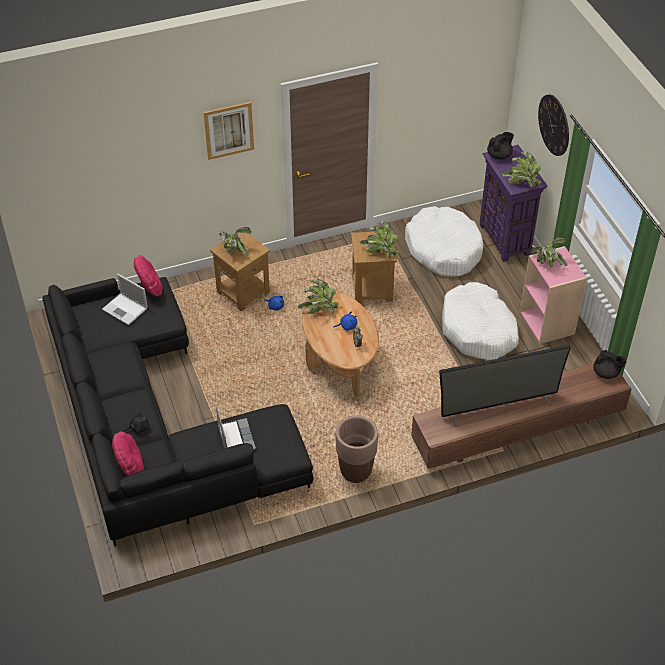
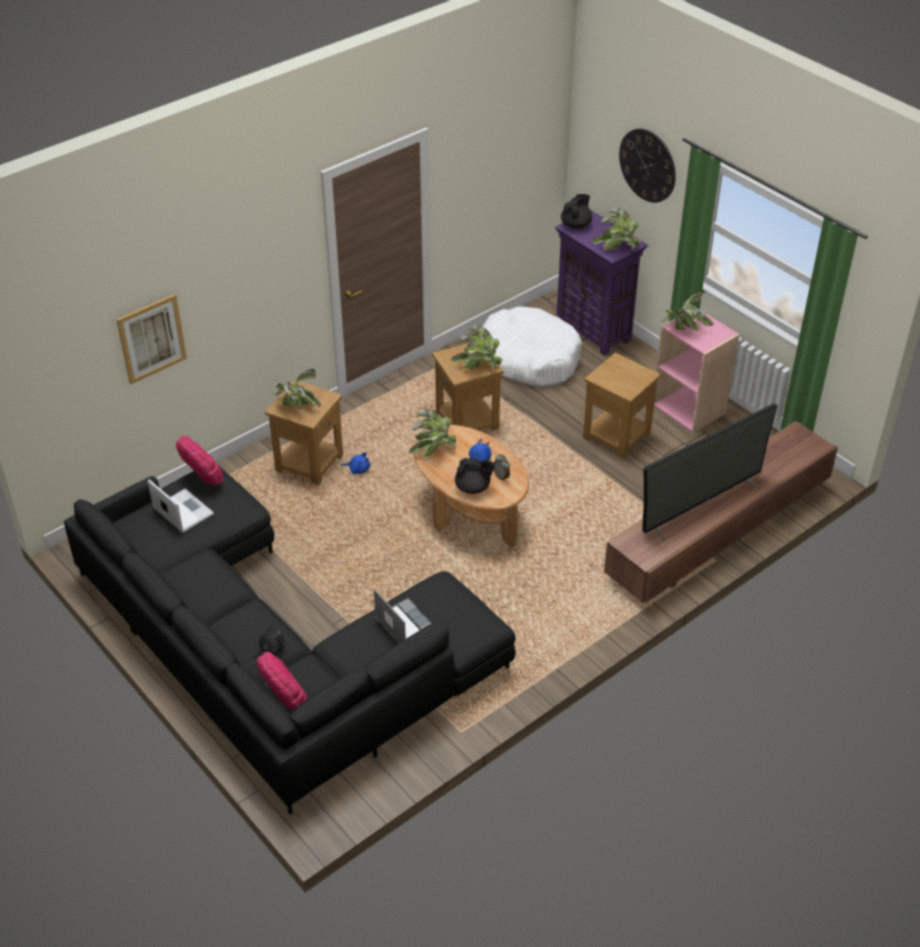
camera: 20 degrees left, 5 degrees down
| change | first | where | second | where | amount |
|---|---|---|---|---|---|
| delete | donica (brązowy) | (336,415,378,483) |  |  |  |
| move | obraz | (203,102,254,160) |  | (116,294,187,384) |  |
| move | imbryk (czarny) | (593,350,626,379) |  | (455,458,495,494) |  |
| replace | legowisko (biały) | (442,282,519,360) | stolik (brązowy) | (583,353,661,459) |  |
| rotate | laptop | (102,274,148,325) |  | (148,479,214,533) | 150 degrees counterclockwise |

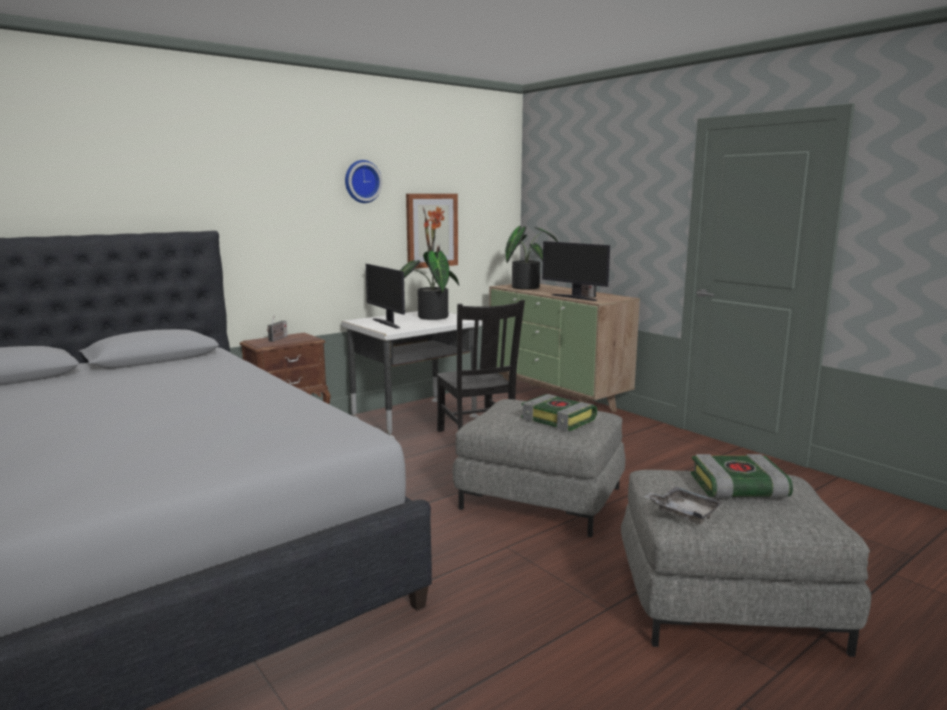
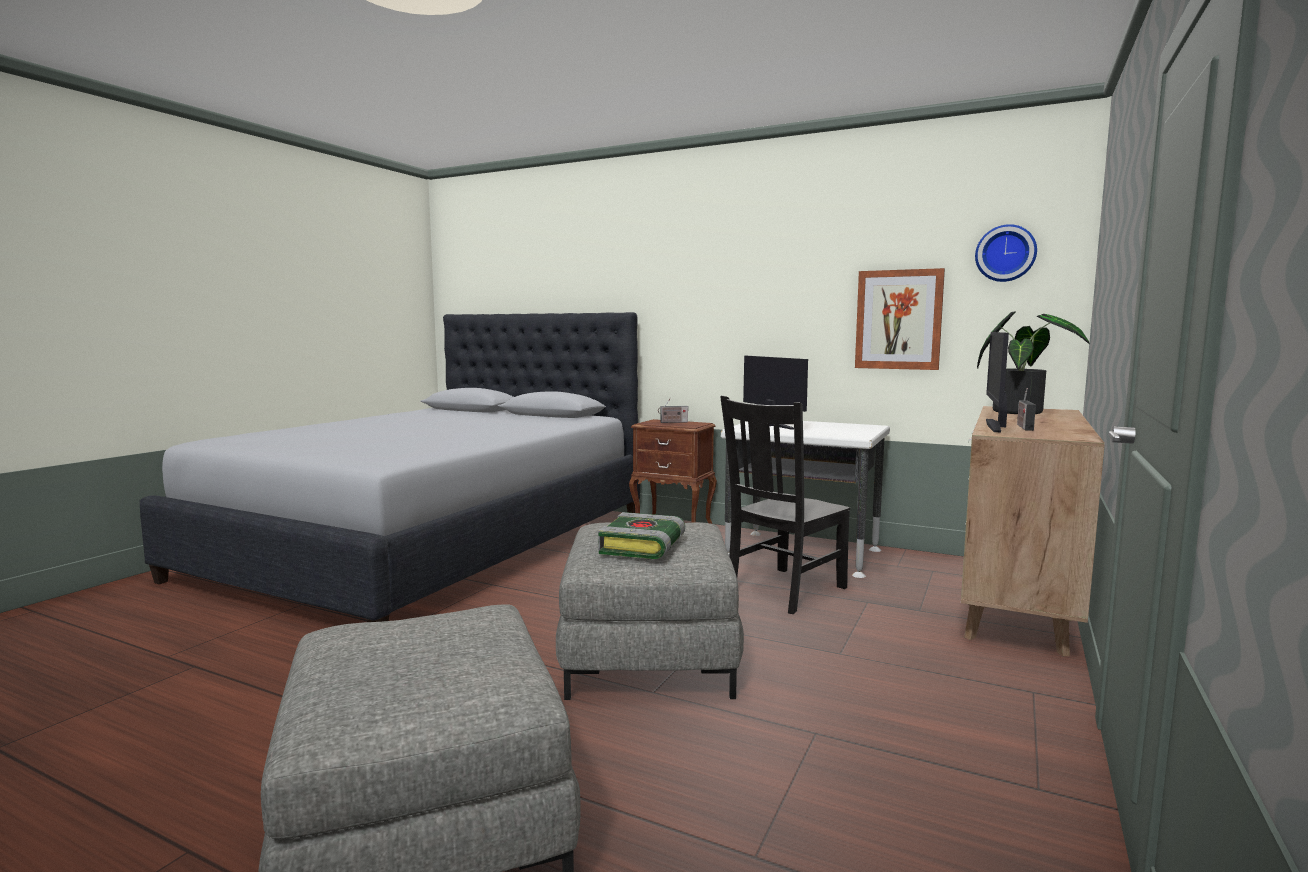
camera: 65 degrees right, 5 degrees down
| change | first | where | second | where | amount |
|---|---|---|---|---|---|
| delete | roślina doniczkowa | (400,251,459,320) |  |  |  |
| delete | taca (szary) | (644,487,723,524) |  |  |  |
| delete | książka | (691,454,793,498) |  |  |  |
| move | zegar ścienny | (345,160,382,203) |  | (975,224,1037,282) |  |
| rotate | monitor | (366,264,405,329) |  | (743,356,808,430) | 120 degrees clockwise |

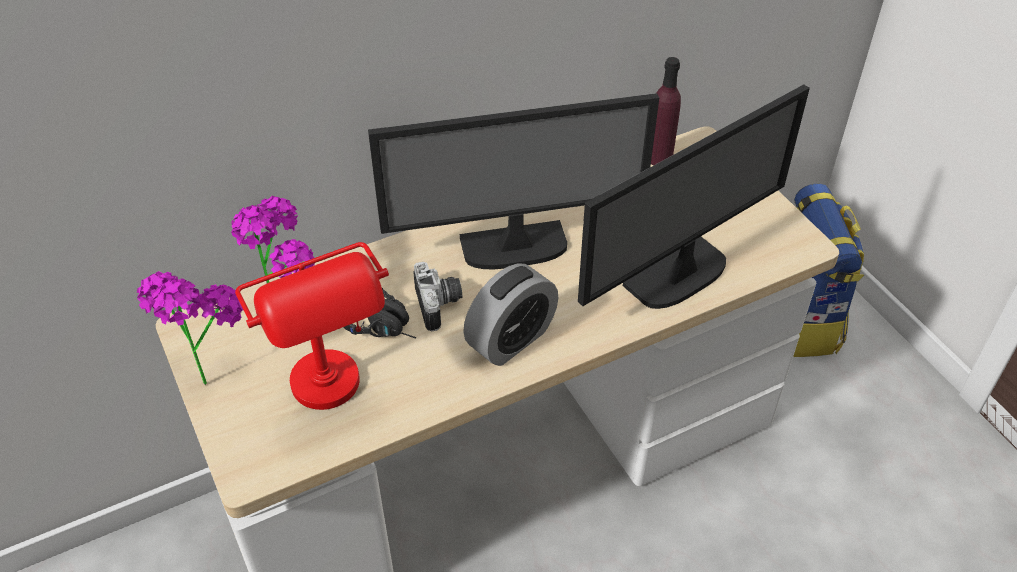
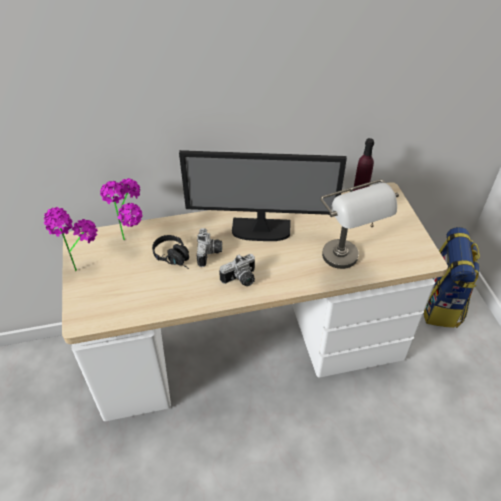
camera: 15 degrees right, 0 degrees up
| change | first | where | second | where | amount |
|---|---|---|---|---|---|
| delete | lampa stołowa (czerwony) | (235,242,389,410) |  |  |  |
| replace | budzik | (463,263,558,366) | aparat fotograficzny | (219,254,255,286) |  |
| replace | monitor | (578,84,810,309) | lampa stołowa (szary) | (320,180,399,269) |  |

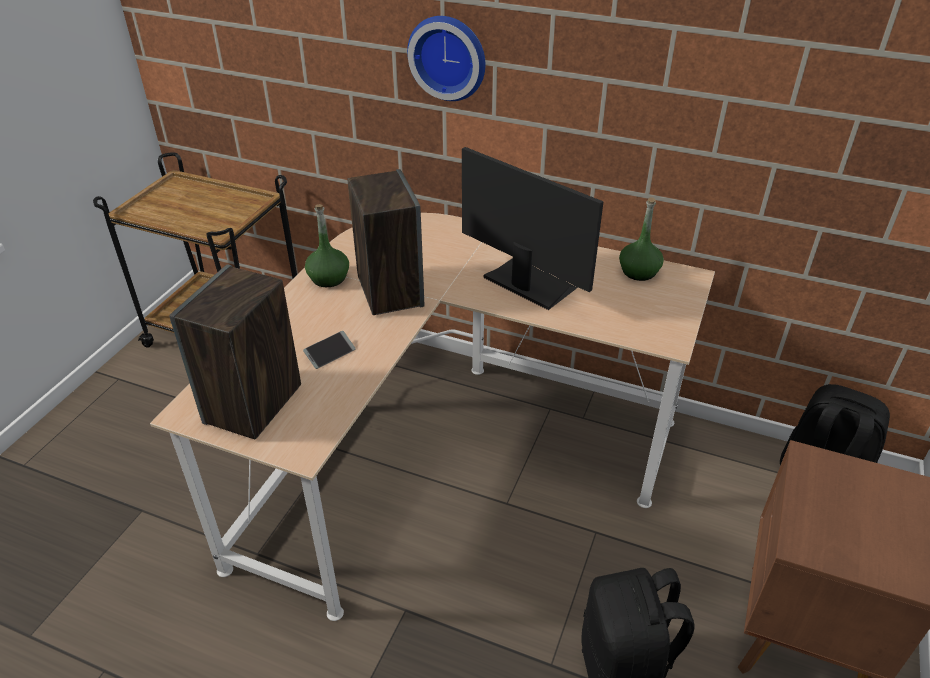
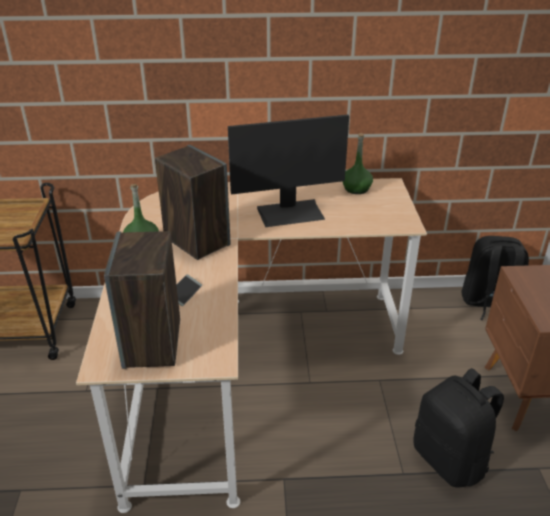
camera: 25 degrees left, 5 degrees down
| change | first | where | second | where | amount |
|---|---|---|---|---|---|
| delete | zegar ścienny | (407,16,485,101) |  |  |  |
| rotate | monitor | (462,147,604,310) |  | (228,115,349,227) | 150 degrees clockwise |

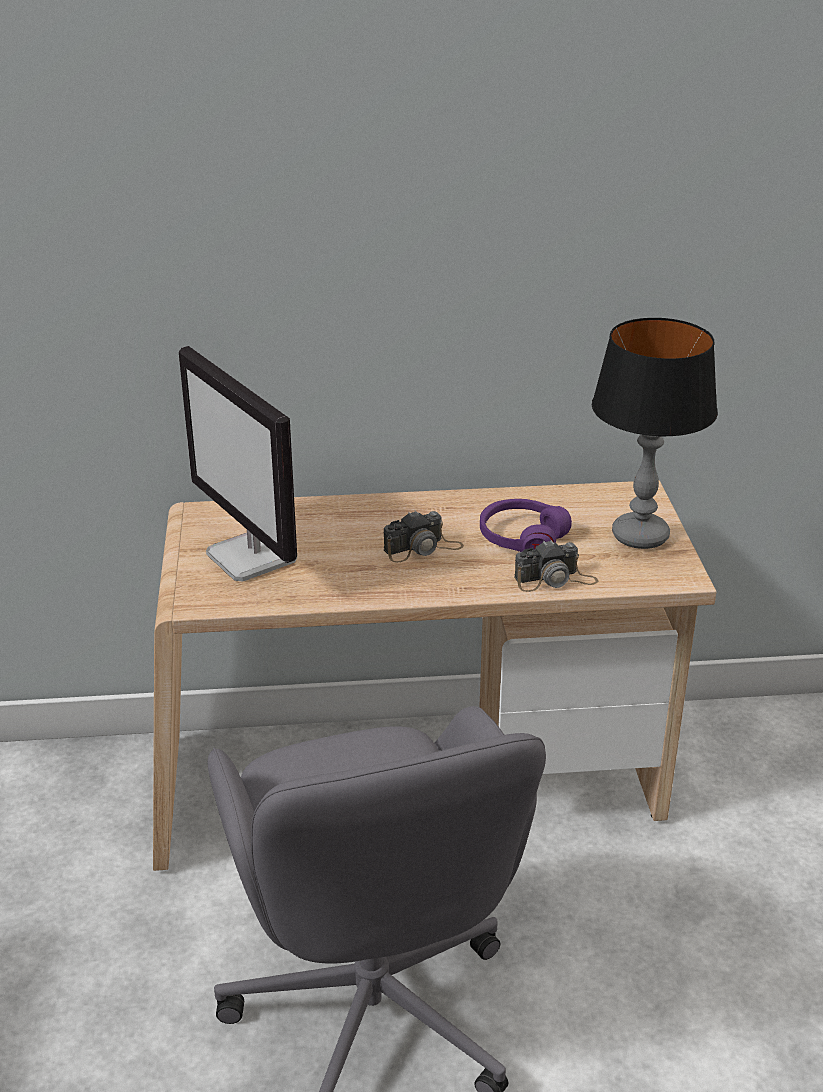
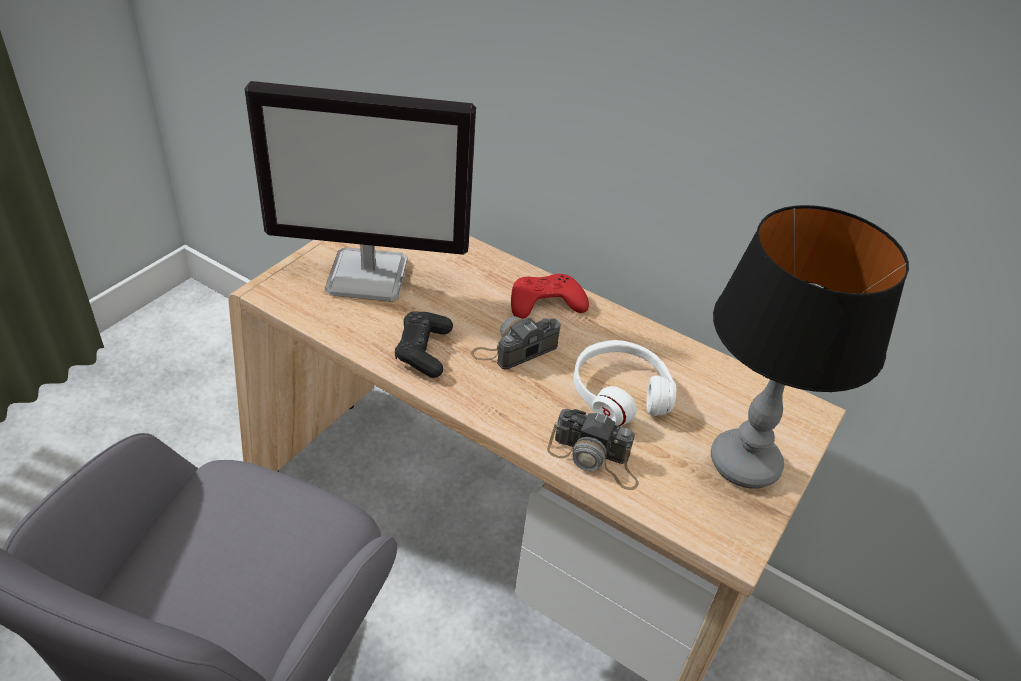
camera: 35 degrees right, 10 degrees up
| change | first | where | second | where | amount |
|---|---|---|---|---|---|
| insert |  |  | pad do gier (czarny) | (395,311,453,378) |  |
| insert |  |  | pad do gier (czerwony) | (511,274,589,319) |  |
| recolor | słuchawki (fioletowy) | (480,499,572,552) | słuchawki (biały) | (574,340,676,426) |  |
| rotate | monitor | (179,346,297,581) |  | (244,81,476,301) | 90 degrees counterclockwise |
| rotate | aparat fotograficzny | (384,510,464,562) |  | (471,316,561,369) | 135 degrees clockwise |

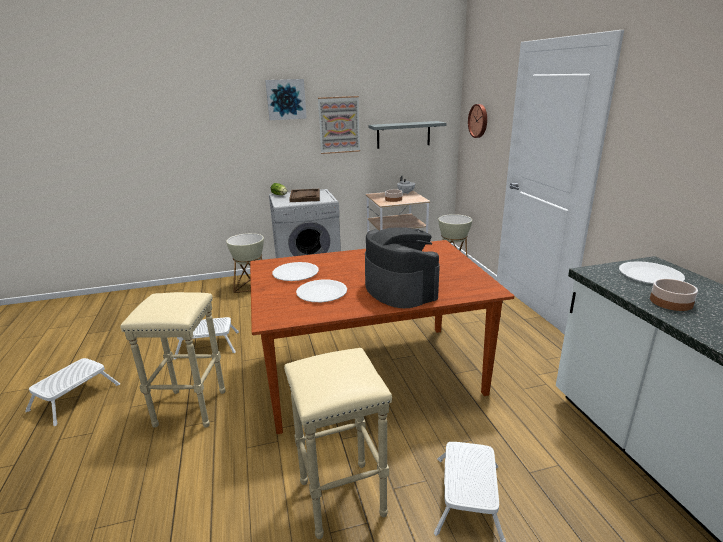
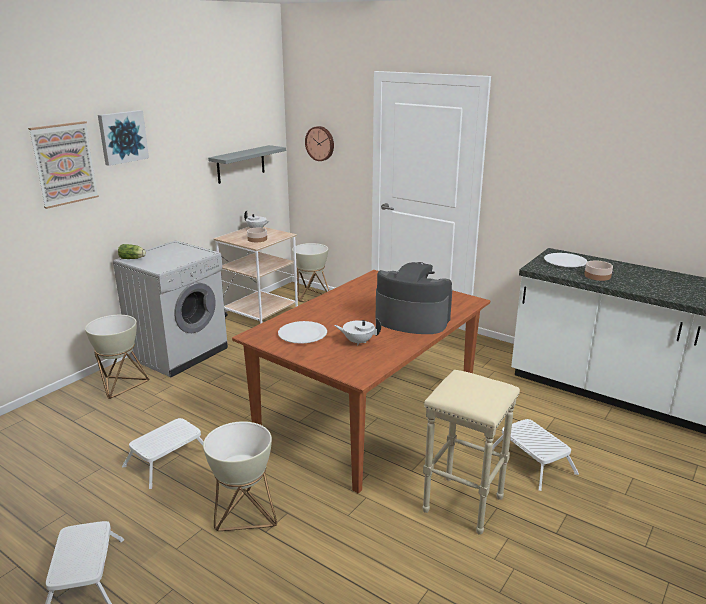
camera: 40 degrees left, 0 degrees up
| change | first | where | second | where | amount |
|---|---|---|---|---|---|
| delete | taca (brązowy) | (289,189,320,202) |  |  |  |
| move | obraz | (318,96,360,154) |  | (28,121,99,209) |  |
| replace | stołek (beżowy) | (120,292,226,428) | donica | (203,421,277,531) |  |
| replace | talerz (biały) | (296,280,347,302) | imbryk (biały) | (334,318,381,346) |  |

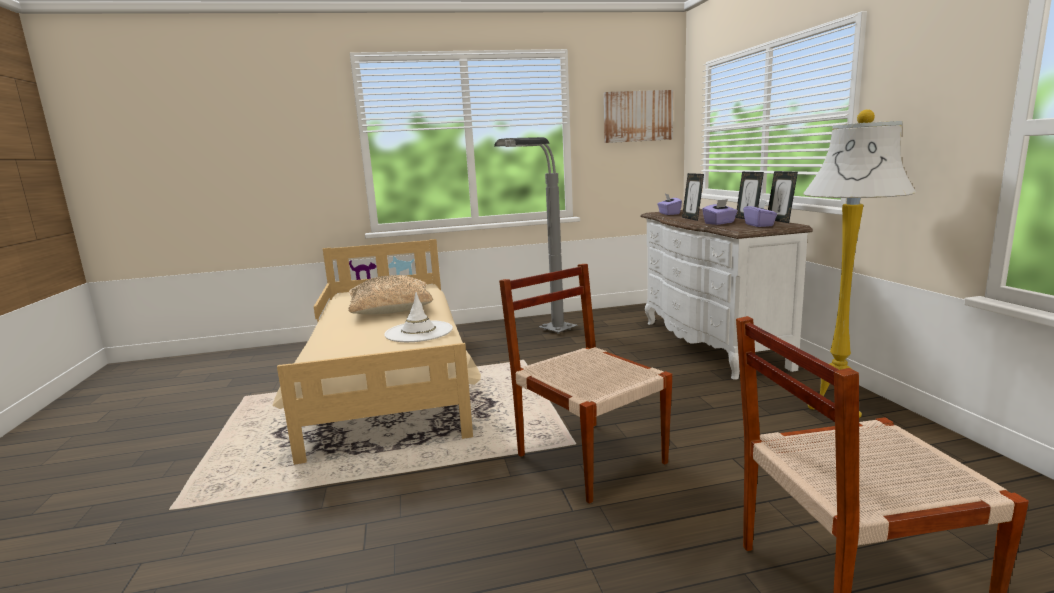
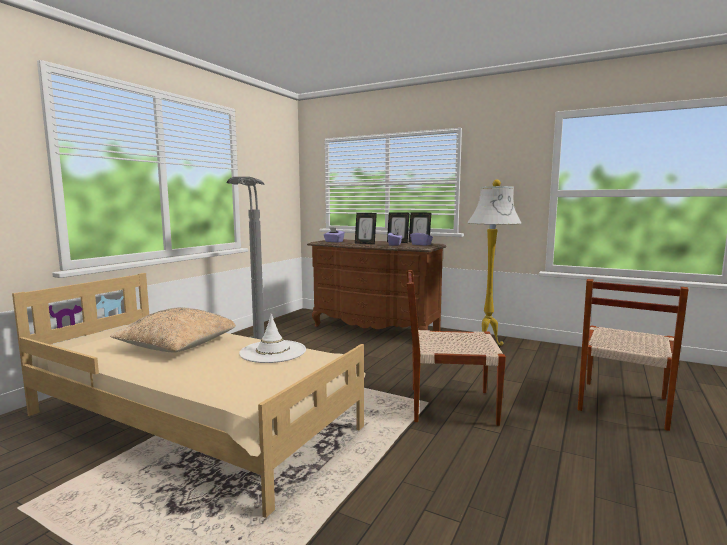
camera: 50 degrees left, 5 degrees down
| change | first | where | second | where | amount |
|---|---|---|---|---|---|
| delete | obraz | (604,90,673,143) |  |  |  |
| recolor | komoda (biały) | (640,209,813,380) | komoda (brązowy) | (307,239,446,331) |  |

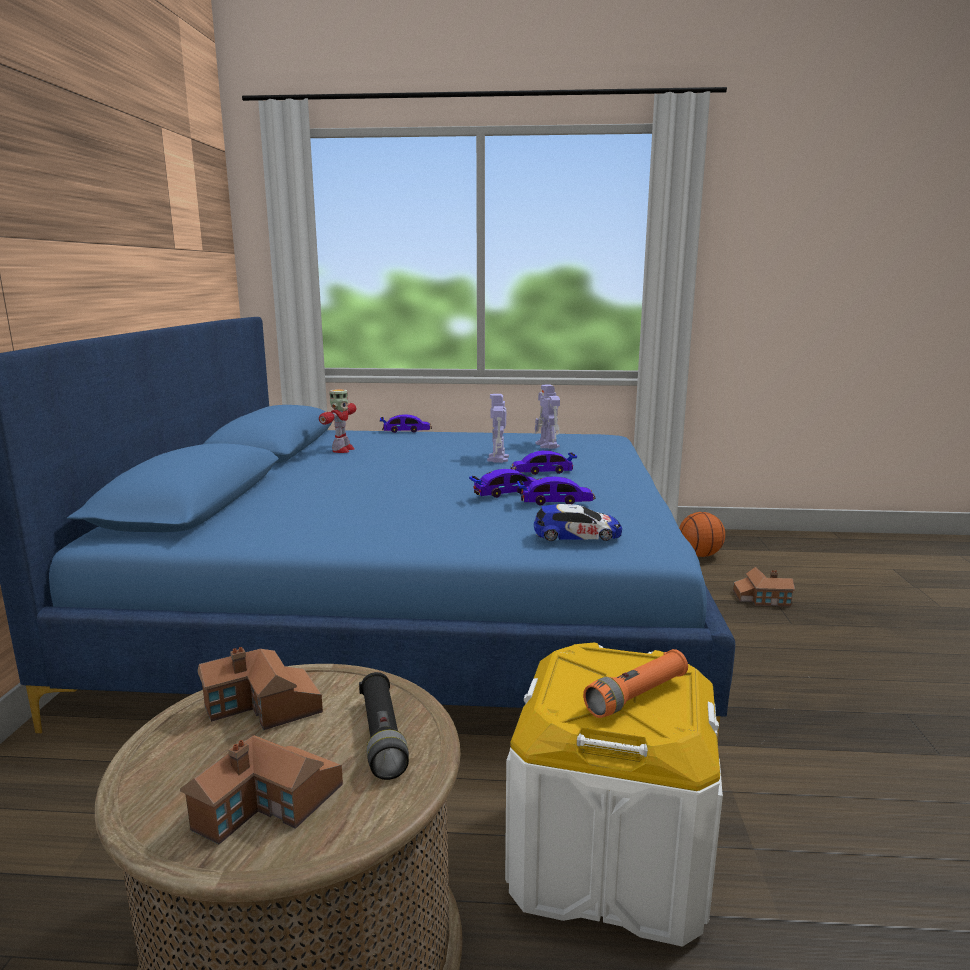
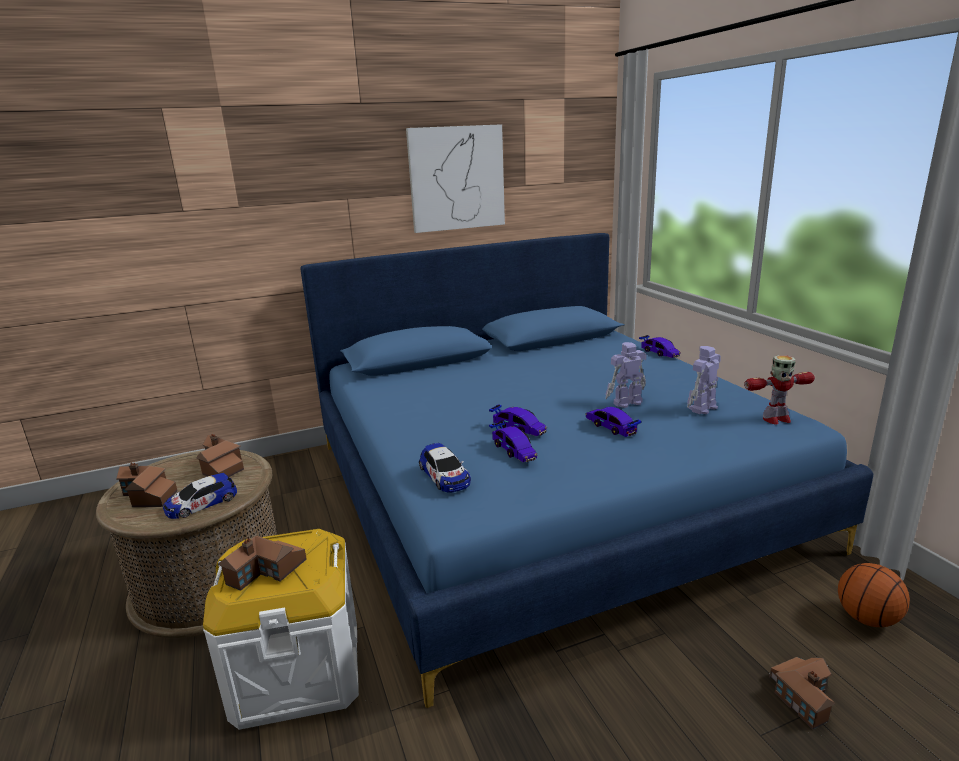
camera: 65 degrees right, 5 degrees up
| change | first | where | second | where | amount |
|---|---|---|---|---|---|
| insert |  |  | obraz | (406,124,505,233) |  |
| move | robot zabawkowy | (319,389,356,453) |  | (744,355,815,425) |  |
| replace | latarka (czarny) | (359,672,409,780) | samochodzik | (163,473,237,519) |  |
| replace | latarka (pomarańczowy) | (583,649,688,718) | domek | (218,536,307,591) |  |

